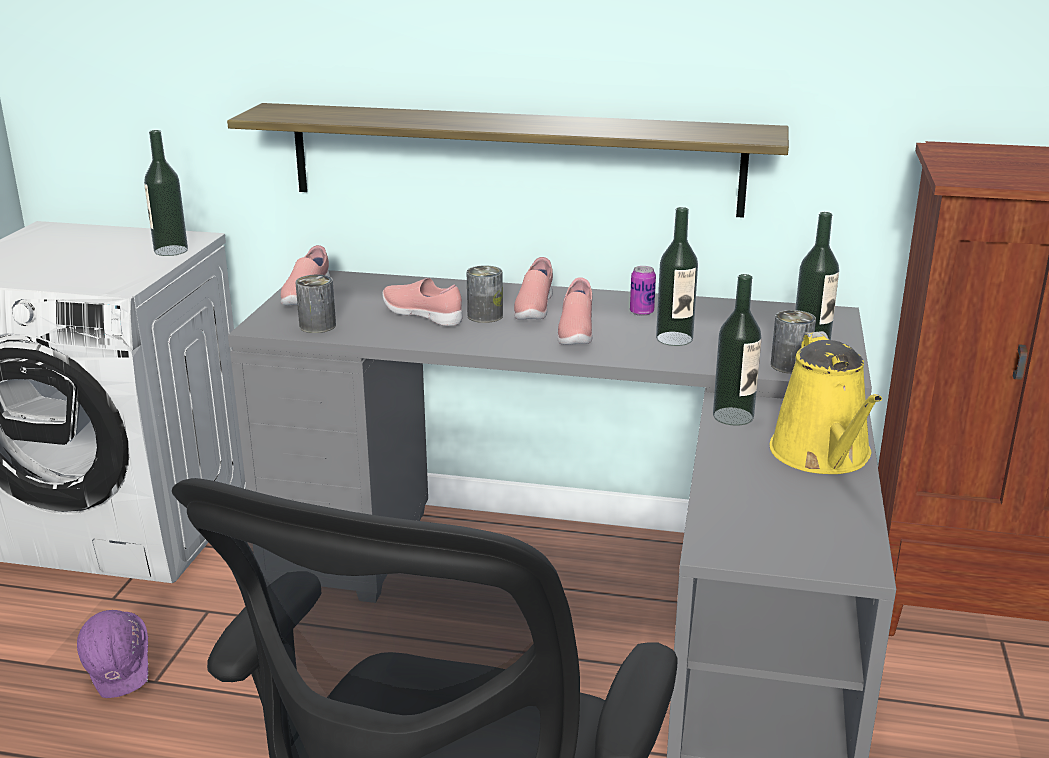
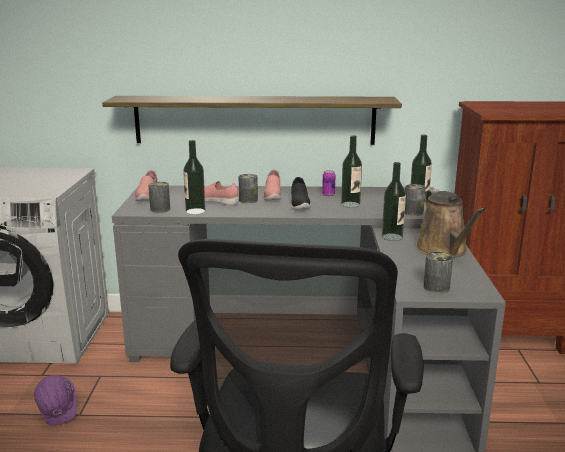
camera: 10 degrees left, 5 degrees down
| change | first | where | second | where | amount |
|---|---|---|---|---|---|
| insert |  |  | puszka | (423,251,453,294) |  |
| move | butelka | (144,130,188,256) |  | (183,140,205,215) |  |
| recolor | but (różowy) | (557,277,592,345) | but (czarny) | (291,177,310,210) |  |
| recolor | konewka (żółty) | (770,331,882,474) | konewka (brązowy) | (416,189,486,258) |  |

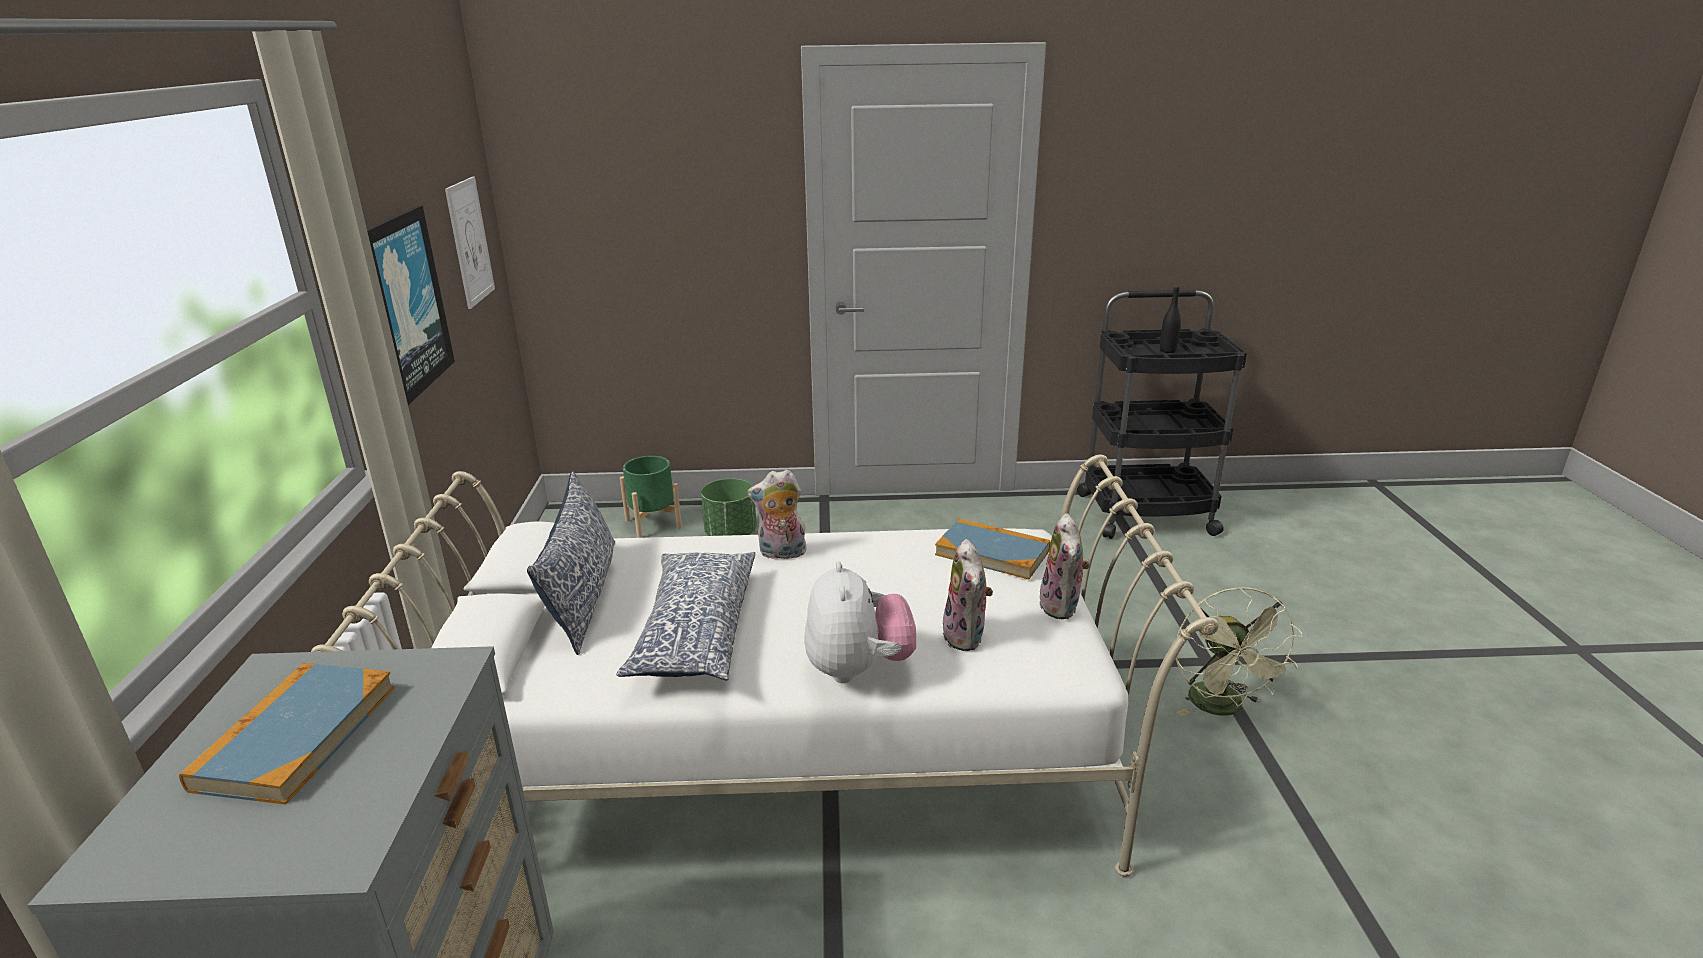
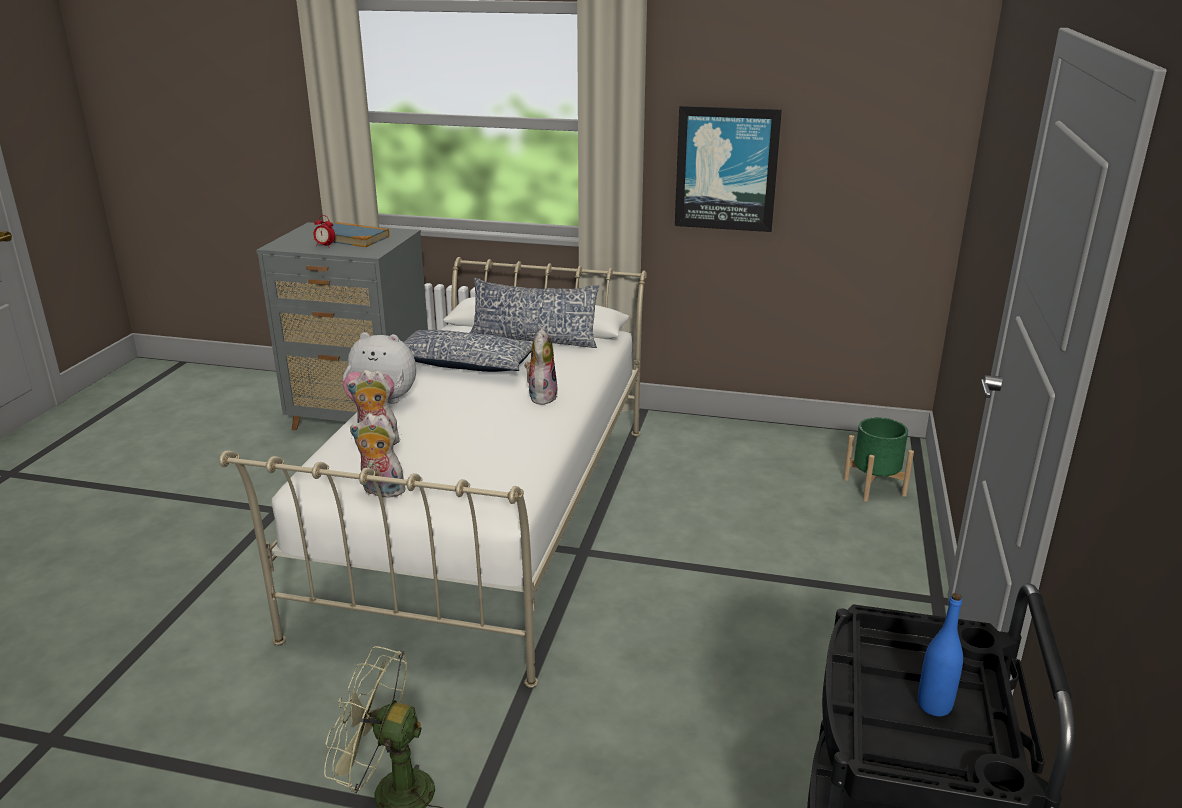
camera: 105 degrees right, 0 degrees up
| change | first | where | second | where | amount |
|---|---|---|---|---|---|
| delete | obraz | (445,177,495,309) |  |  |  |
| delete | donica (zielony) | (701,478,757,536) |  |  |  |
| delete | książka | (935,518,1050,579) |  |  |  |
| insert |  |  | budzik | (314,215,335,247) |  |
| recolor | butelka (czarny) | (1160,286,1181,353) | butelka (niebieski) | (918,593,963,716) |  |

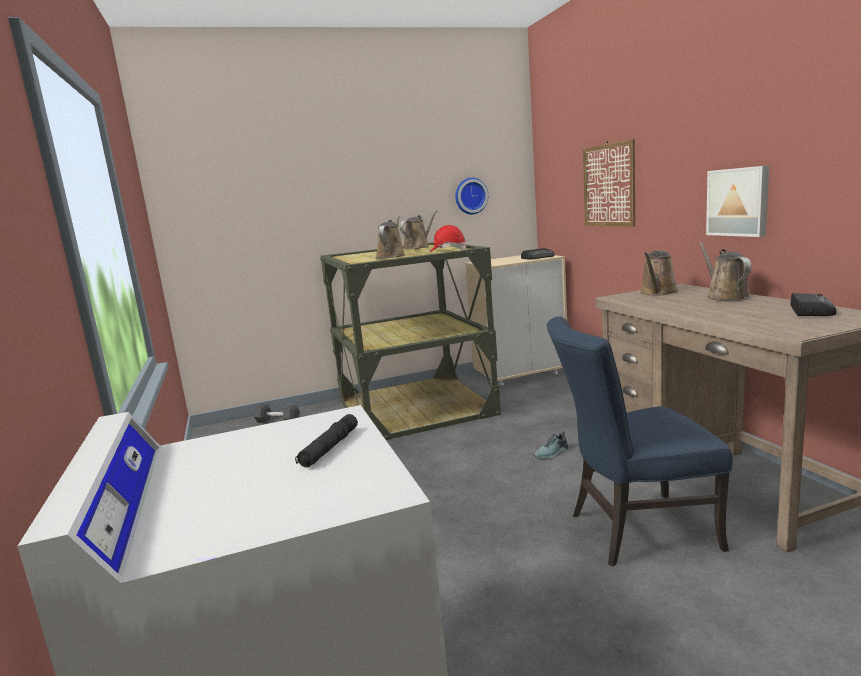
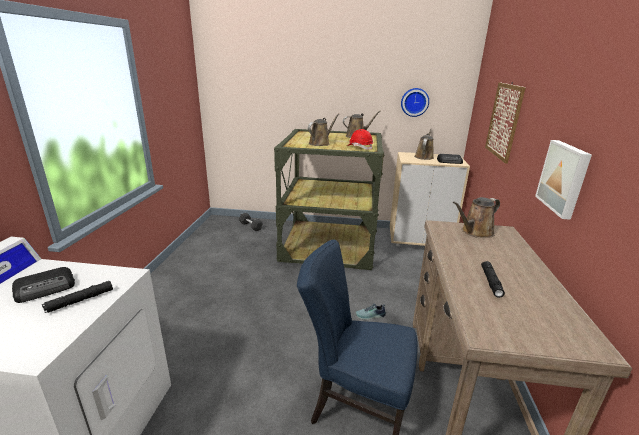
camera: 25 degrees right, 10 degrees up
| change | first | where | second | where | amount |
|---|---|---|---|---|---|
| insert |  |  | latarka (czarny) | (481,261,505,298) |  |
| move | konewka (brązowy) | (699,242,752,301) |  | (414,129,434,160) |  |
| move | radio | (790,293,837,316) |  | (12,267,75,303) |  |

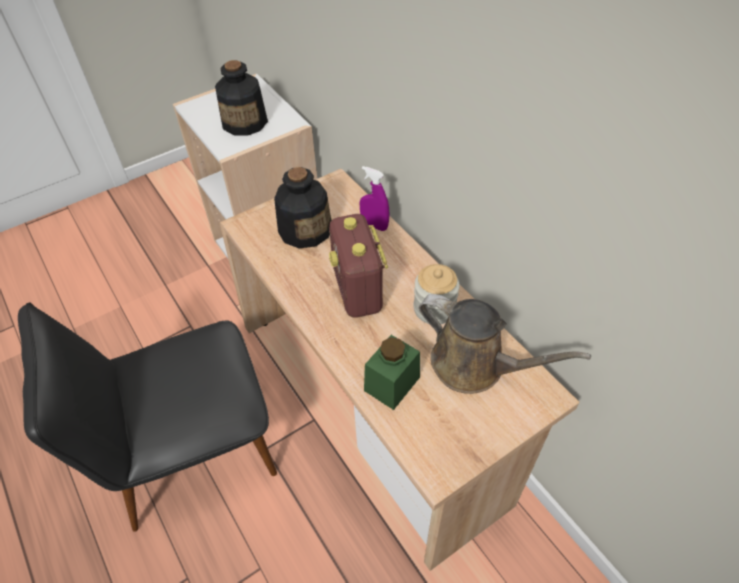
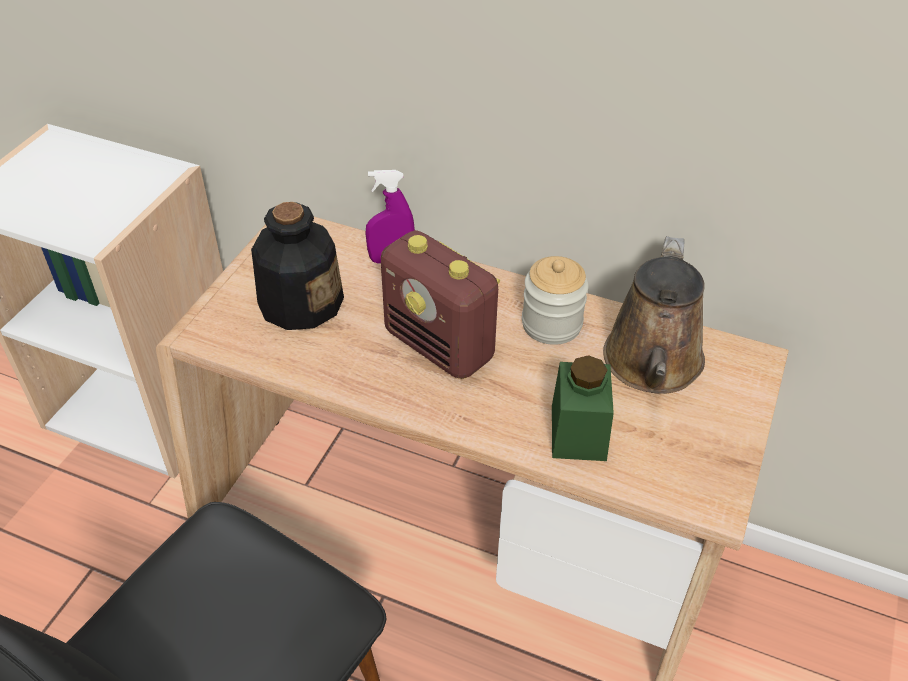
camera: 35 degrees left, 5 degrees down
| change | first | where | second | where | amount |
|---|---|---|---|---|---|
| delete | butelka | (215,60,268,136) |  |  |  |
| rotate | konewka (brązowy) | (419,294,591,394) |  | (603,236,705,394) | 105 degrees clockwise |

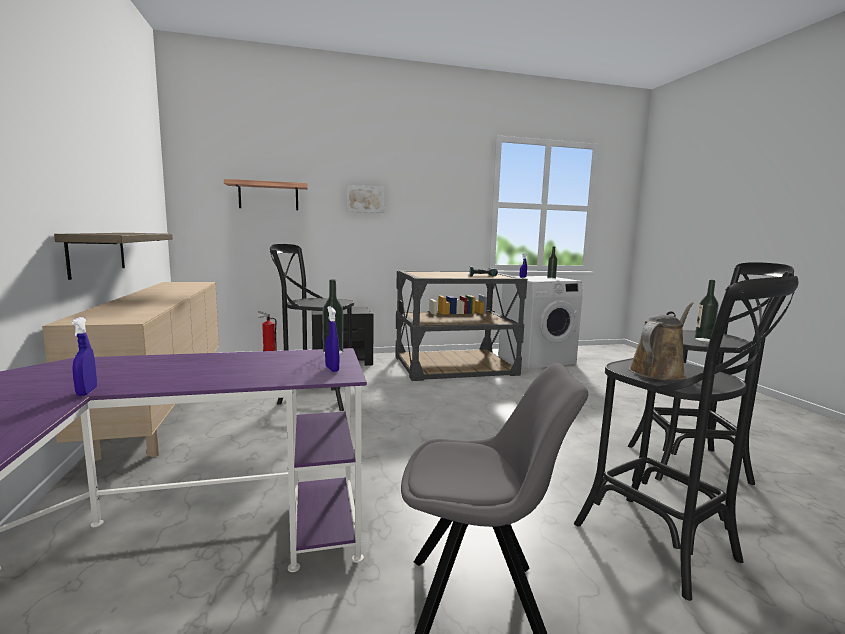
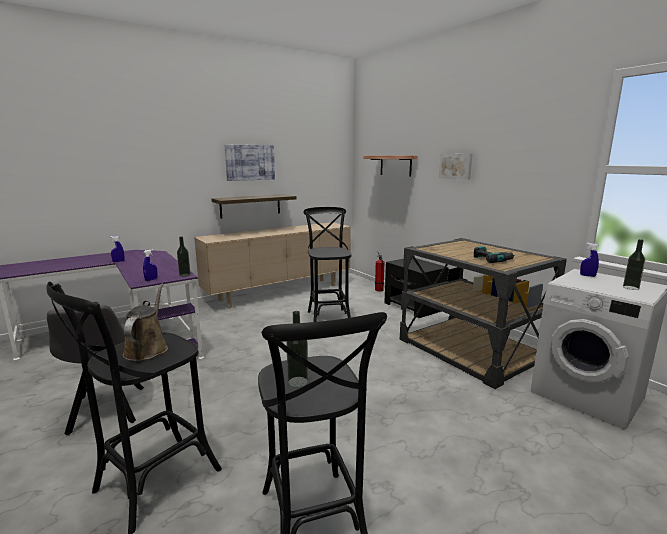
camera: 70 degrees right, 5 degrees up
| change | first | where | second | where | amount |
|---|---|---|---|---|---|
| insert |  |  | obraz | (225,145,275,181) |  |
| rotate | konewka (brązowy) | (629,302,694,380) |  | (123,283,168,361) | 120 degrees counterclockwise |

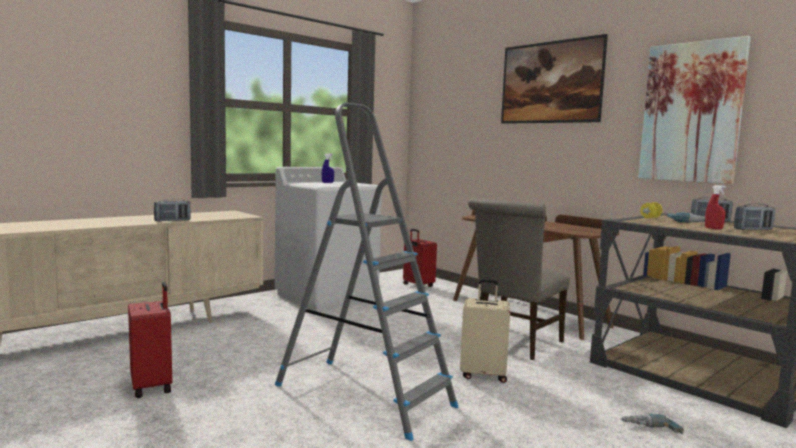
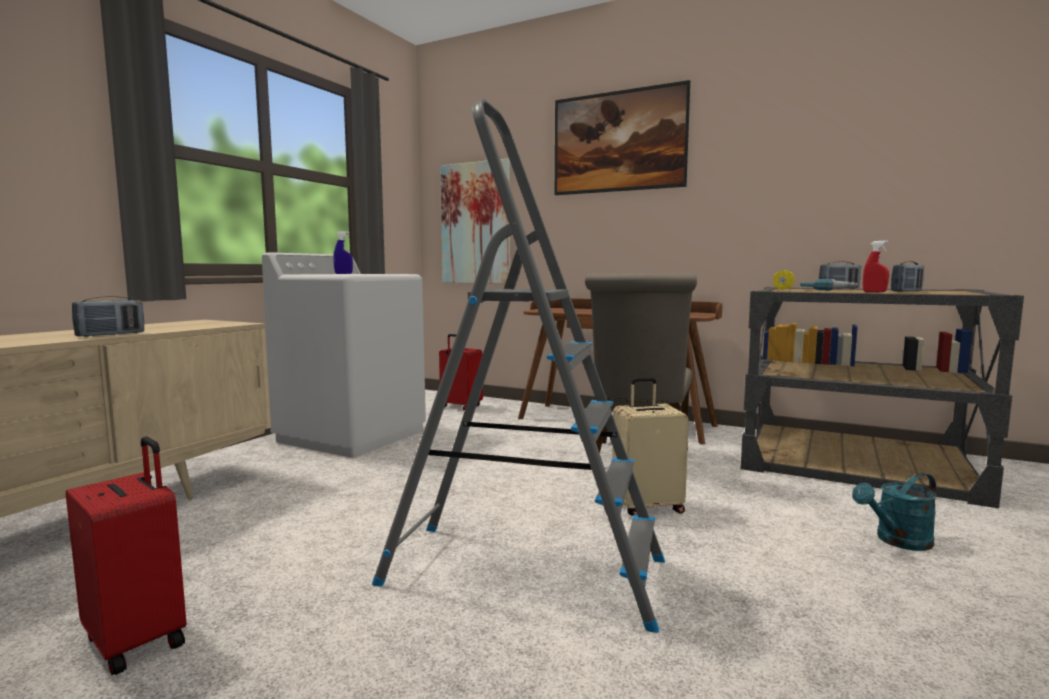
camera: 20 degrees left, 0 degrees up
| change | first | where | second | where | amount |
|---|---|---|---|---|---|
| move | obraz | (638,36,751,184) |  | (440,159,510,284) |  |
| replace | wiertarka | (621,414,684,434) | konewka (turkusowy) | (852,473,937,551) |  |

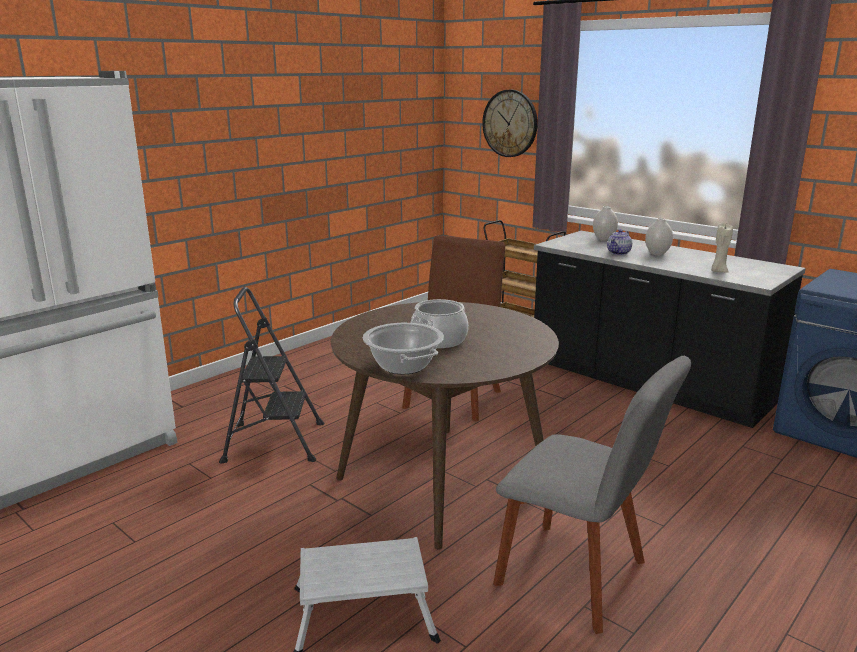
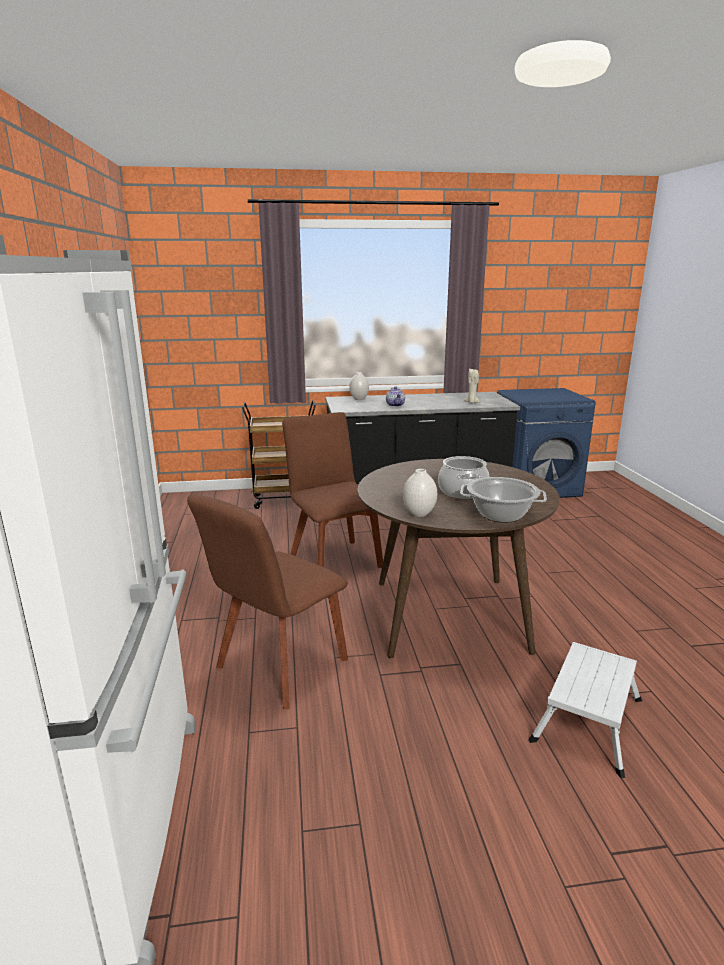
camera: 50 degrees left, 0 degrees up
| change | first | where | second | where | amount |
|---|---|---|---|---|---|
| delete | zegar ścienny | (482,89,538,157) |  |  |  |
| delete | krzesło (szary) | (493,356,691,634) |  |  |  |
| move | wazon (biały) | (645,218,673,255) |  | (403,469,437,517) |  |
| replace | drabinka (czarny) | (219,287,324,463) | krzesło (brązowy) | (187,494,348,709) |  |

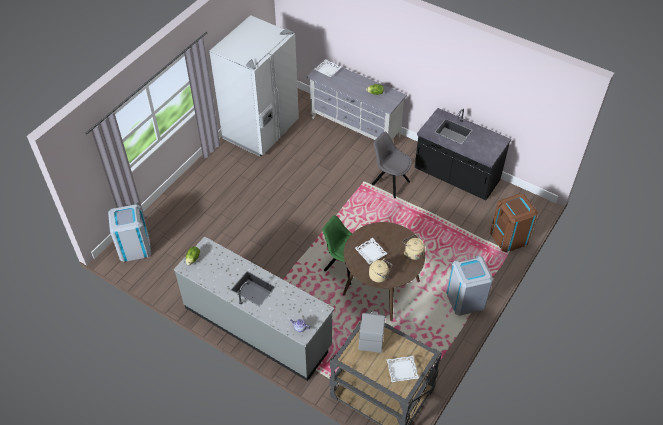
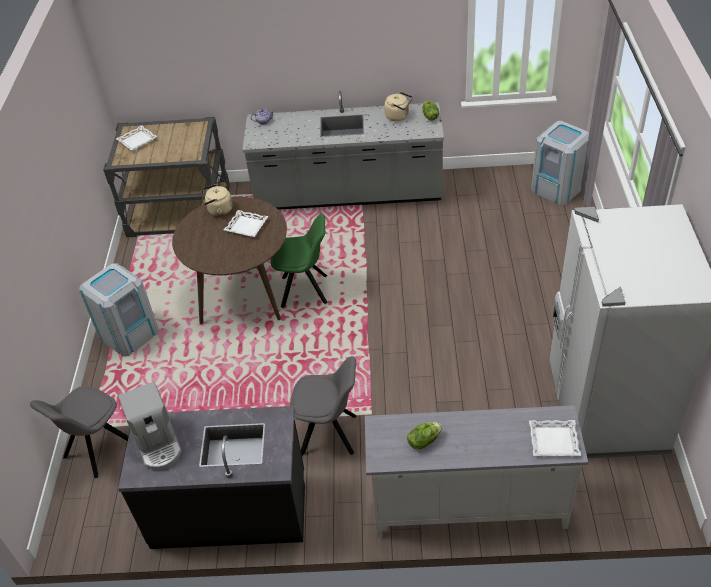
camera: 150 degrees right, 5 degrees down
| change | first | where | second | where | amount |
|---|---|---|---|---|---|
| move | ekspres do kawy | (358,311,385,353) |  | (118,382,182,470) |  |
| move | czajnik (beżowy) | (403,234,425,260) |  | (384,92,413,121) |  |
| replace | kosz na śmieci (brązowy) | (490,193,538,252) | krzesło (szary) | (30,386,129,478) |  |

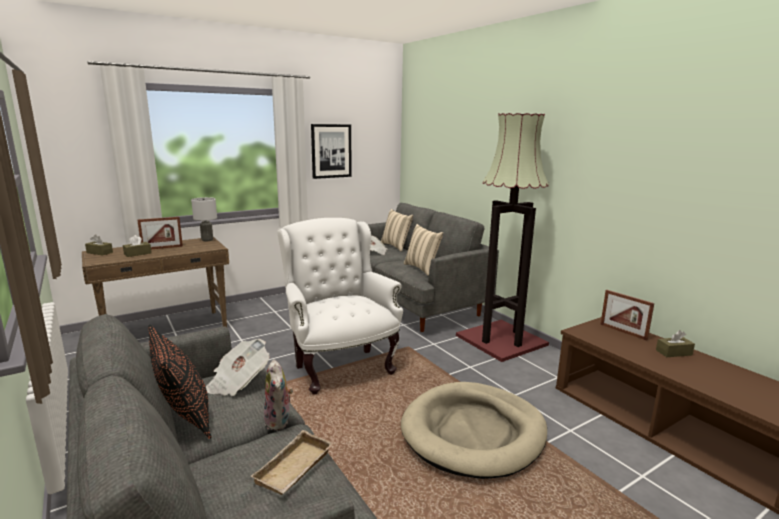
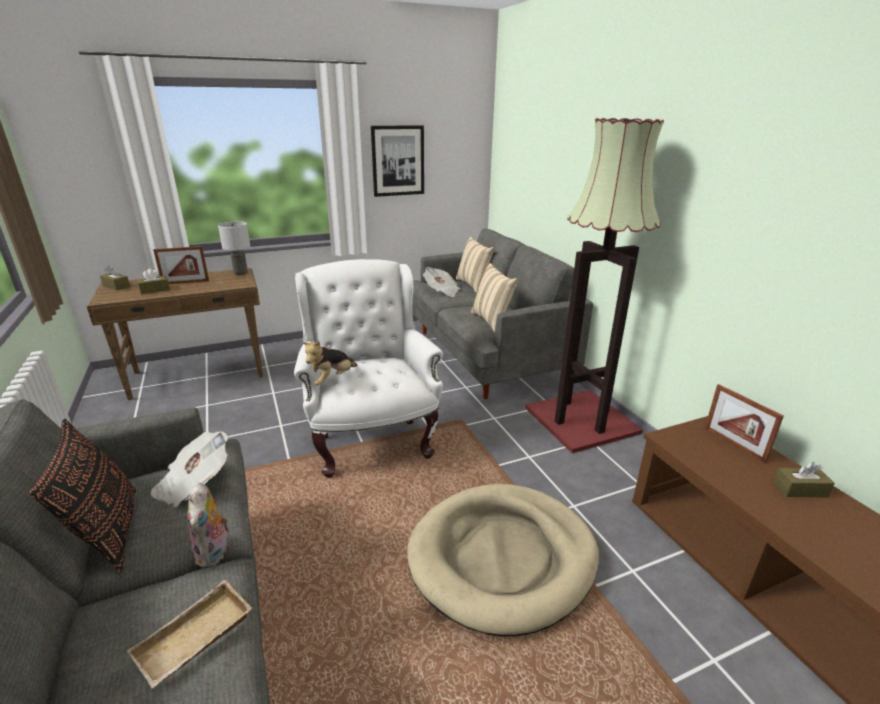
camera: 10 degrees right, 10 degrees up
| change | first | where | second | where | amount |
|---|---|---|---|---|---|
| insert |  |  | pluszak | (302,341,357,386) |  |

